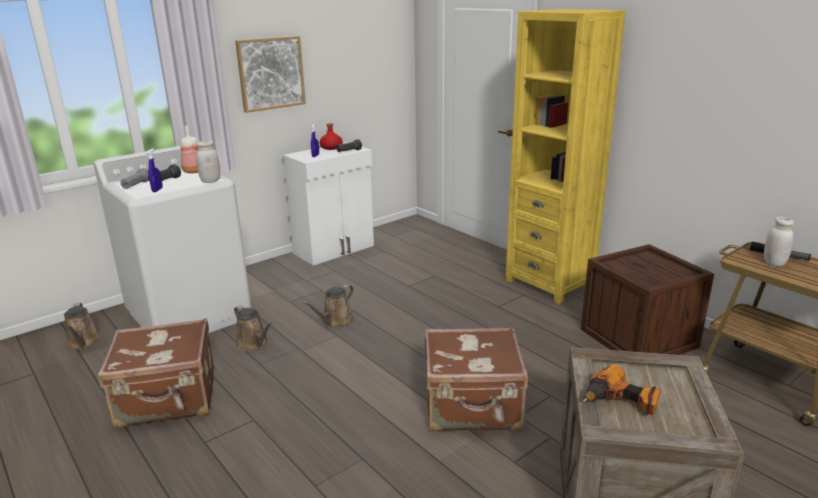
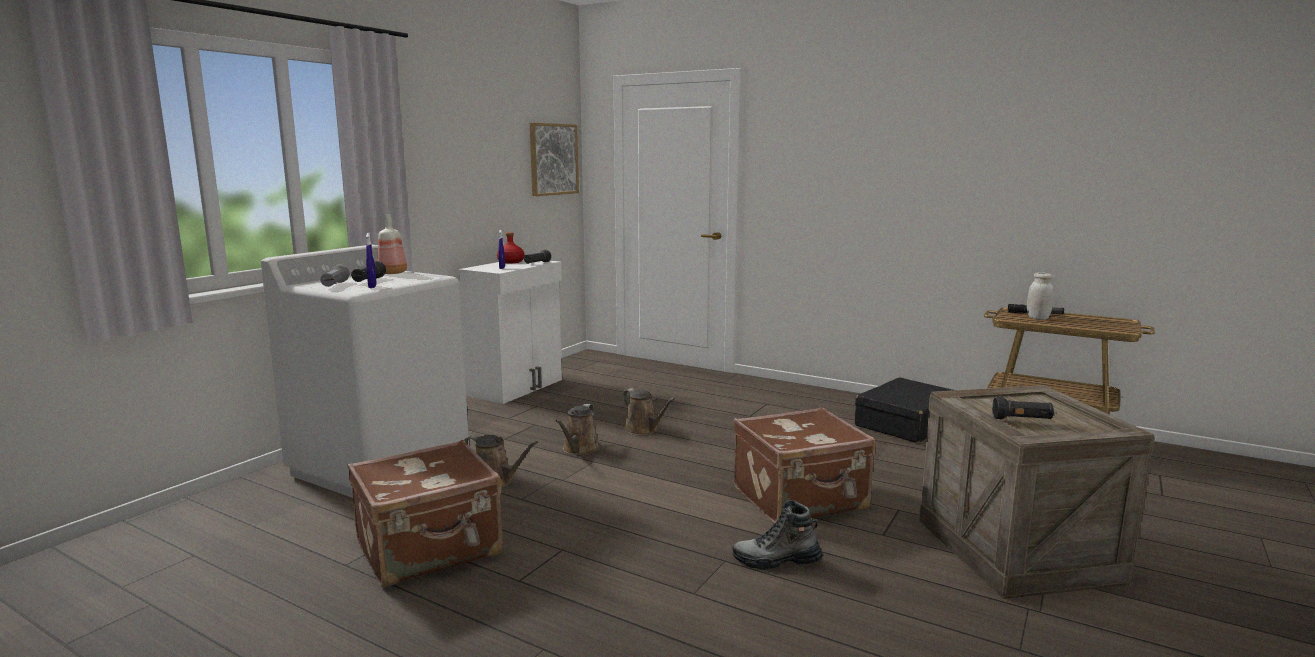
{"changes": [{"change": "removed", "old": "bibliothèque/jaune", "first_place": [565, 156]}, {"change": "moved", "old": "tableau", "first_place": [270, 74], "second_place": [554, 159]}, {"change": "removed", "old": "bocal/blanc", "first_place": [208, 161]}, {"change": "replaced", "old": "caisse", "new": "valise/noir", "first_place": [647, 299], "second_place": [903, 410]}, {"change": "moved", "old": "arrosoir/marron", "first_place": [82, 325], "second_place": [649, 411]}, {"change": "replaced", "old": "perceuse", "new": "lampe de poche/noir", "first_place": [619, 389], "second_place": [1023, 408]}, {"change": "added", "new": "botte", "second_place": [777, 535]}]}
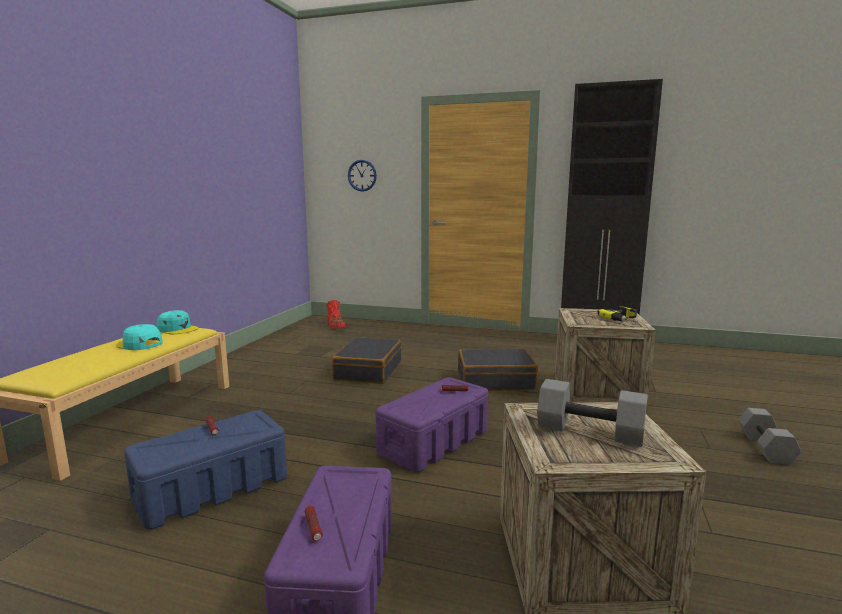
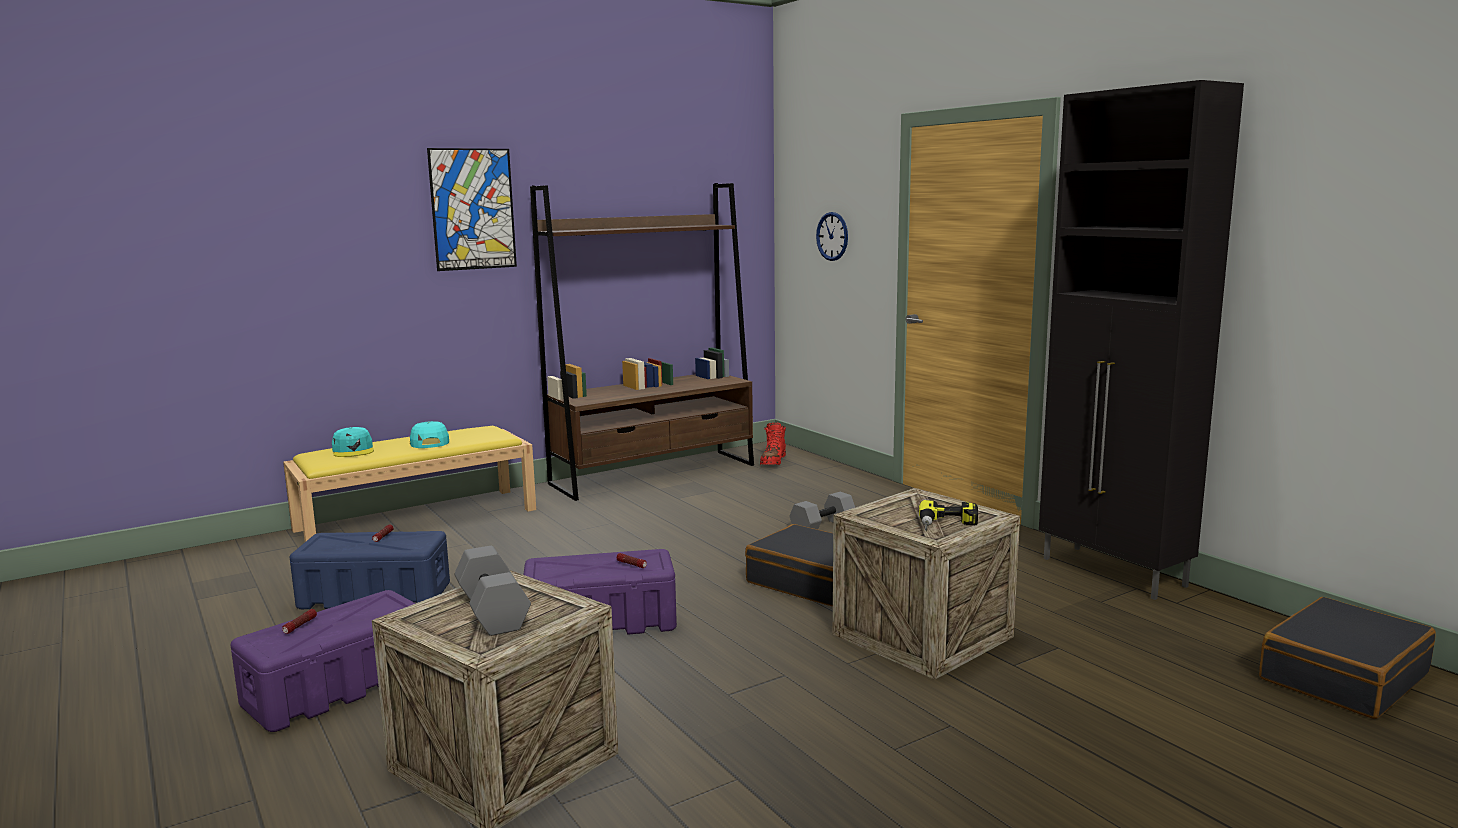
{"changes": [{"change": "moved", "old": "casquette/turquoise", "first_place": [177, 322], "second_place": [353, 442]}, {"change": "moved", "old": "valise/noir", "first_place": [366, 360], "second_place": [1347, 658]}, {"change": "moved", "old": "haltère/gris", "first_place": [769, 436], "second_place": [822, 510]}, {"change": "added", "new": "tableau", "second_place": [472, 209]}, {"change": "added", "new": "bibliothèque/marron", "second_place": [642, 342]}]}
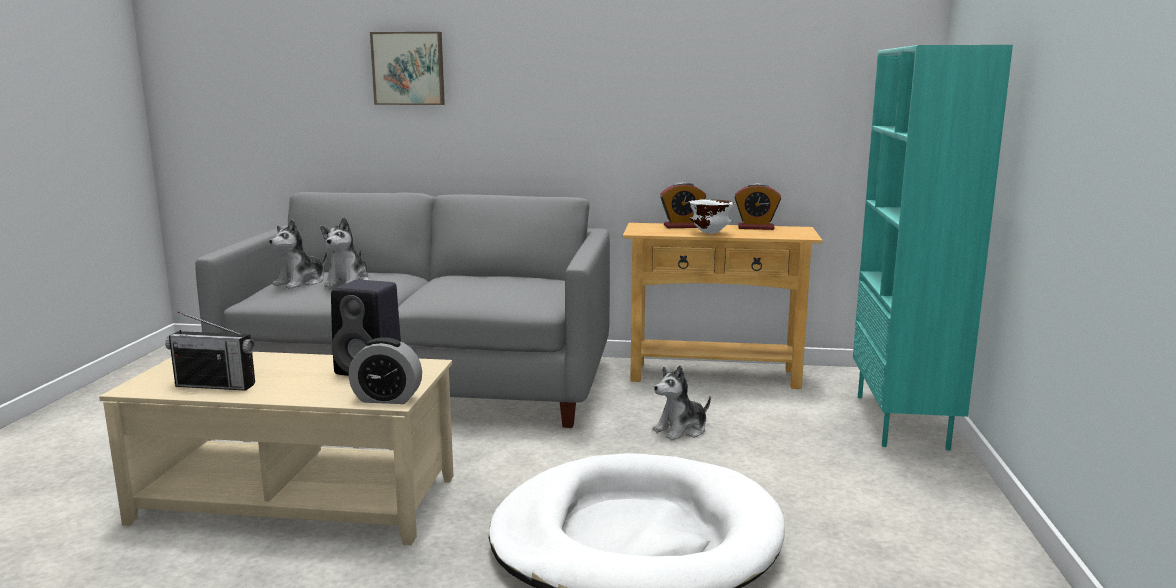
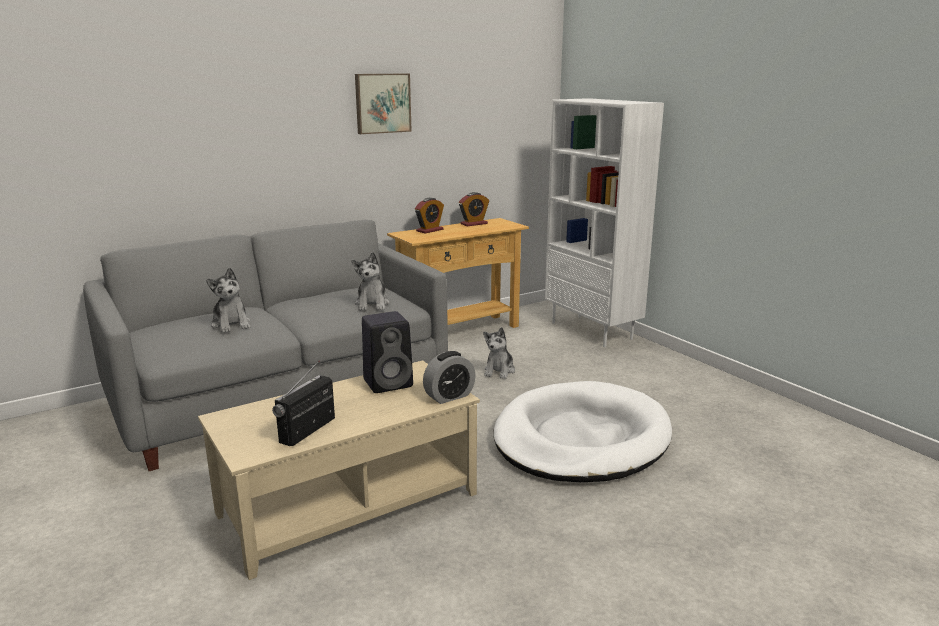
{"changes": [{"change": "moved", "old": "tableau", "first_place": [407, 68], "second_place": [383, 104]}, {"change": "recoloured", "old": "bibliothèque/turquoise", "new": "bibliothèque/blanc", "first_place": [933, 247], "second_place": [604, 222]}, {"change": "removed", "old": "bol/blanc", "first_place": [711, 216]}, {"change": "moved", "old": "peluche", "first_place": [298, 254], "second_place": [371, 281]}, {"change": "turned", "old": "radio", "first_place": [210, 351], "second_place": [303, 403], "degrees": 150}]}
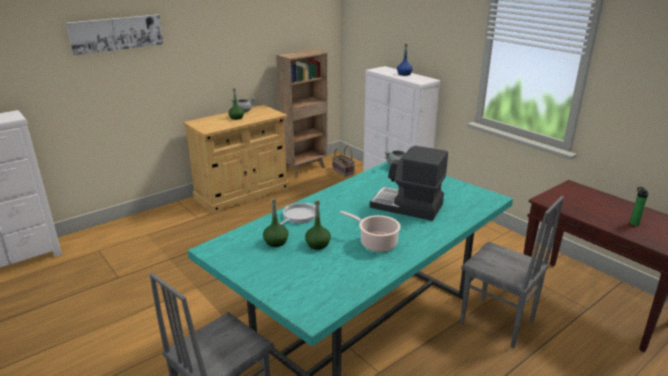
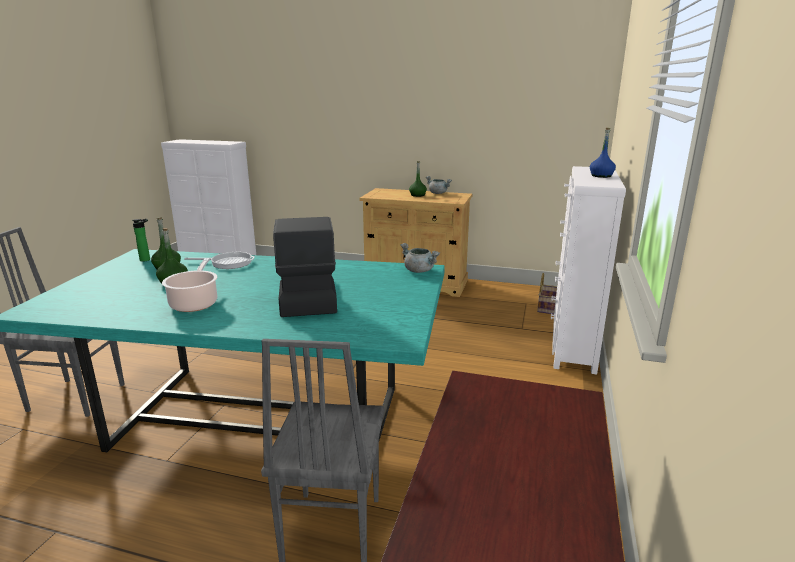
{"changes": [{"change": "removed", "old": "tableau", "first_place": [114, 34]}, {"change": "removed", "old": "bibliothèque/marron", "first_place": [302, 113]}, {"change": "moved", "old": "bouteille", "first_place": [639, 206], "second_place": [141, 240]}]}
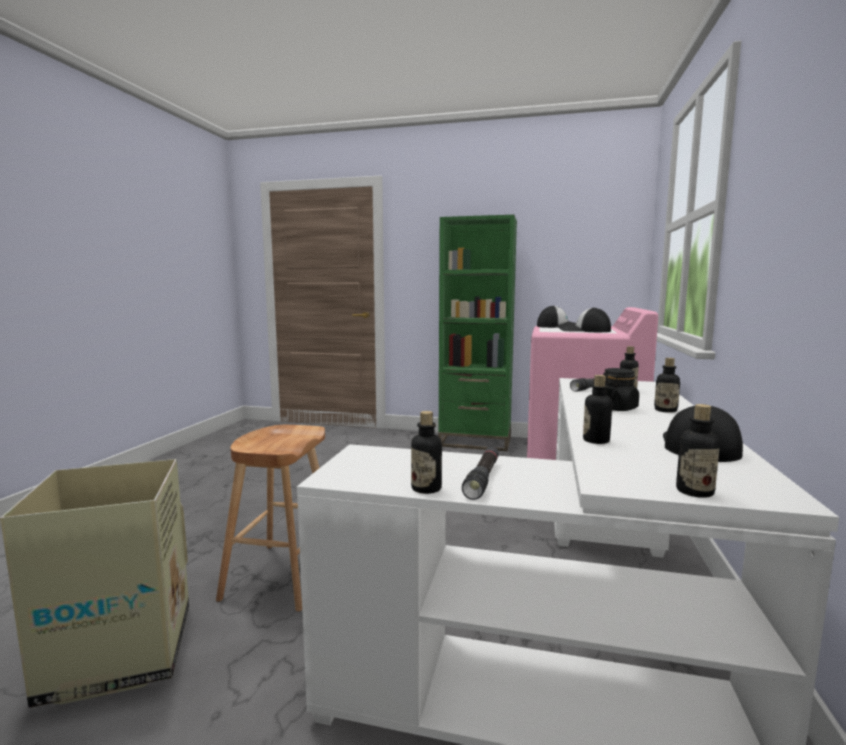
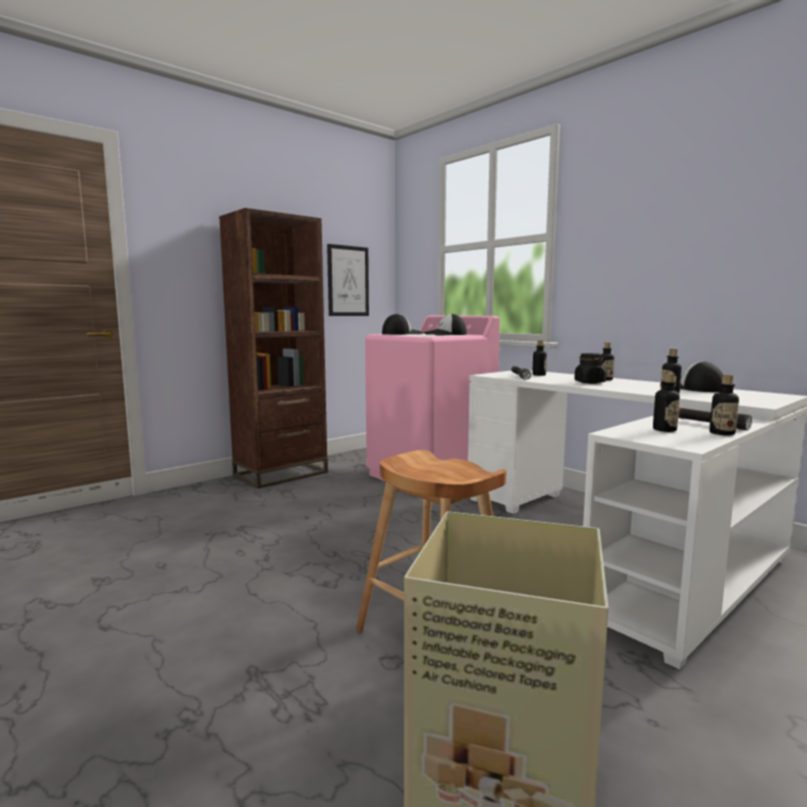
{"changes": [{"change": "recoloured", "old": "bibliothèque/vert", "new": "bibliothèque/marron", "first_place": [477, 333], "second_place": [273, 348]}, {"change": "moved", "old": "bouteille", "first_place": [698, 451], "second_place": [666, 402]}, {"change": "added", "new": "tableau", "second_place": [348, 280]}]}
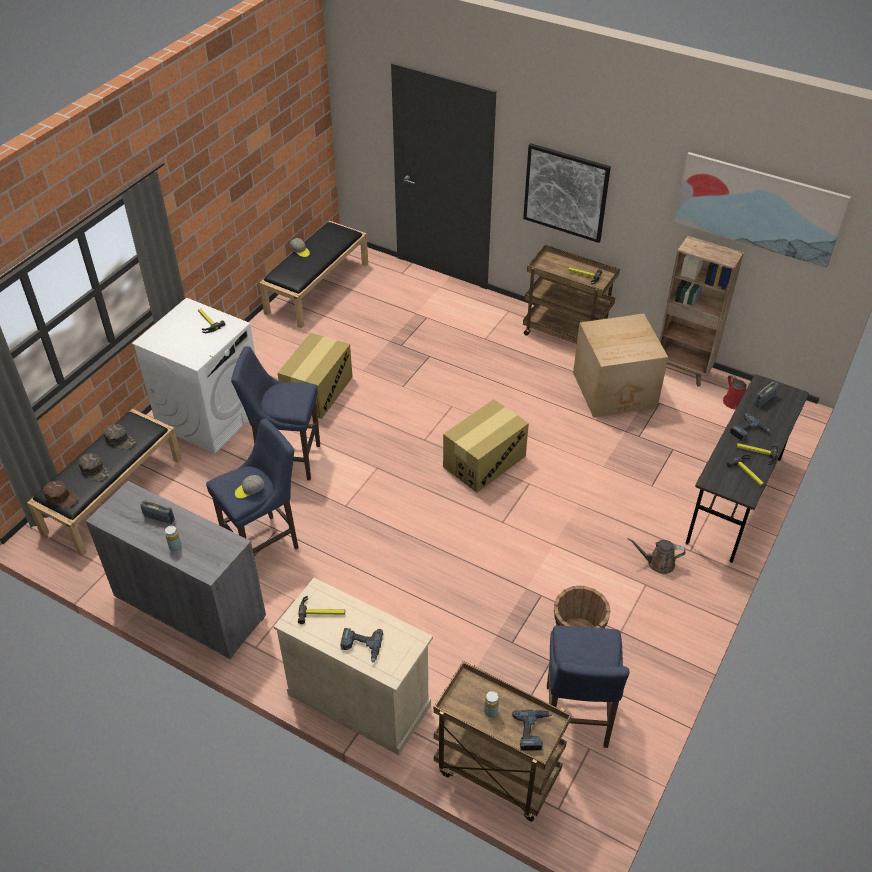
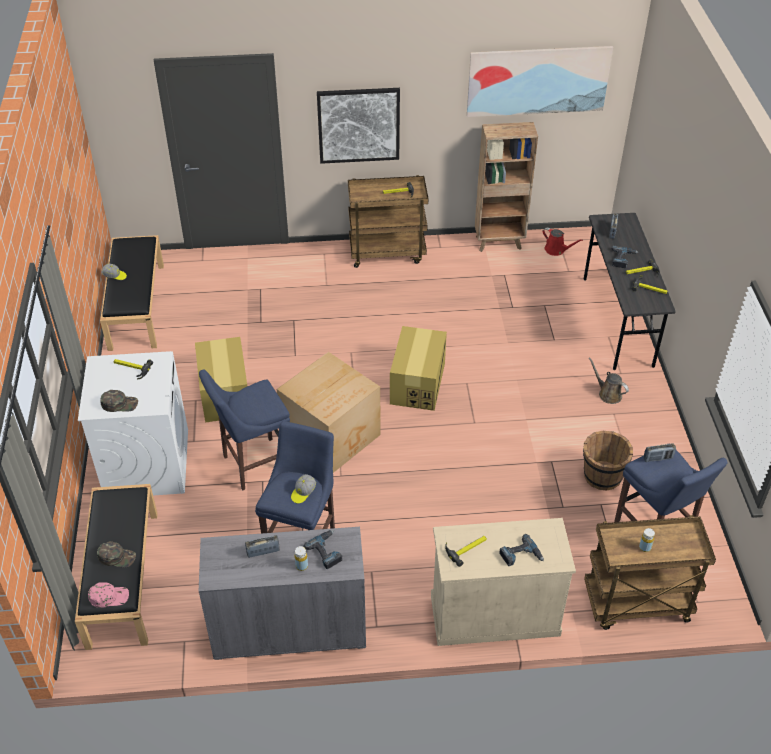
{"changes": [{"change": "moved", "old": "carton", "first_place": [620, 365], "second_place": [329, 412]}, {"change": "moved", "old": "casquette/vert", "first_place": [119, 437], "second_place": [119, 401]}, {"change": "recoloured", "old": "casquette/marron", "new": "casquette/rose", "first_place": [61, 494], "second_place": [108, 595]}, {"change": "turned", "old": "arrosoir/marron", "first_place": [656, 556], "second_place": [609, 380], "degrees": 75}, {"change": "moved", "old": "perceuse", "first_place": [532, 730], "second_place": [323, 549]}, {"change": "added", "new": "radio", "second_place": [660, 452]}]}
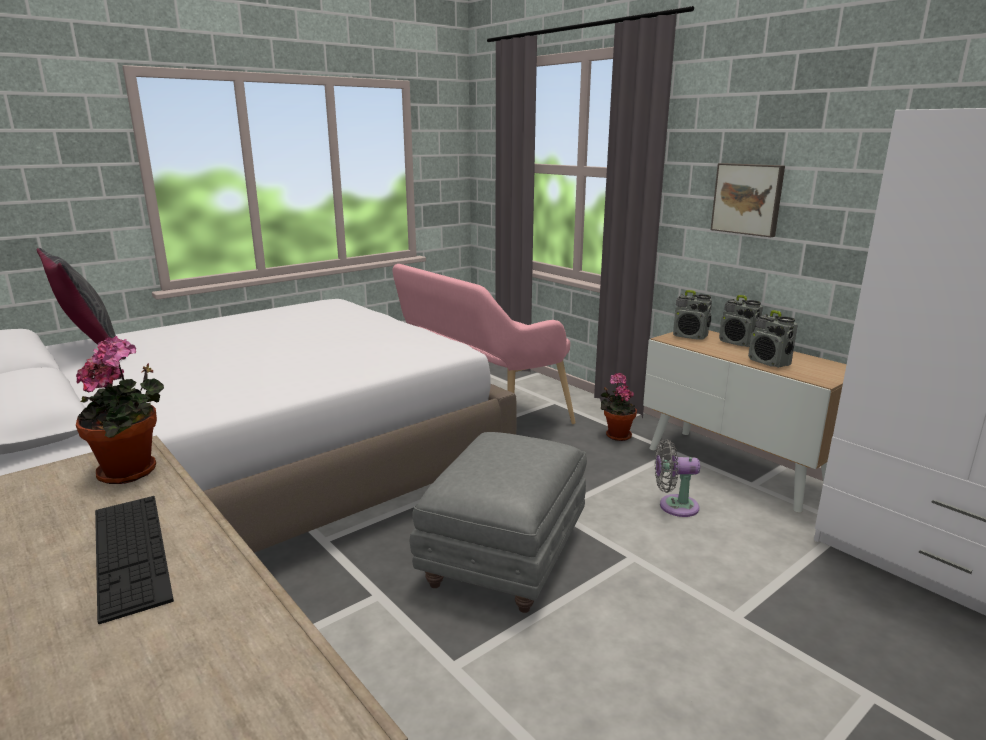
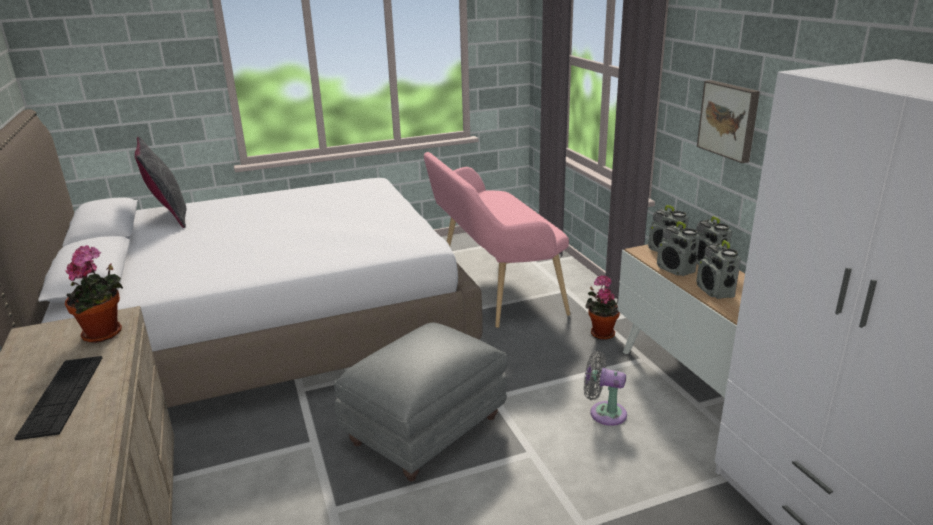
{"changes": [{"change": "added", "new": "radio", "second_place": [678, 248]}]}
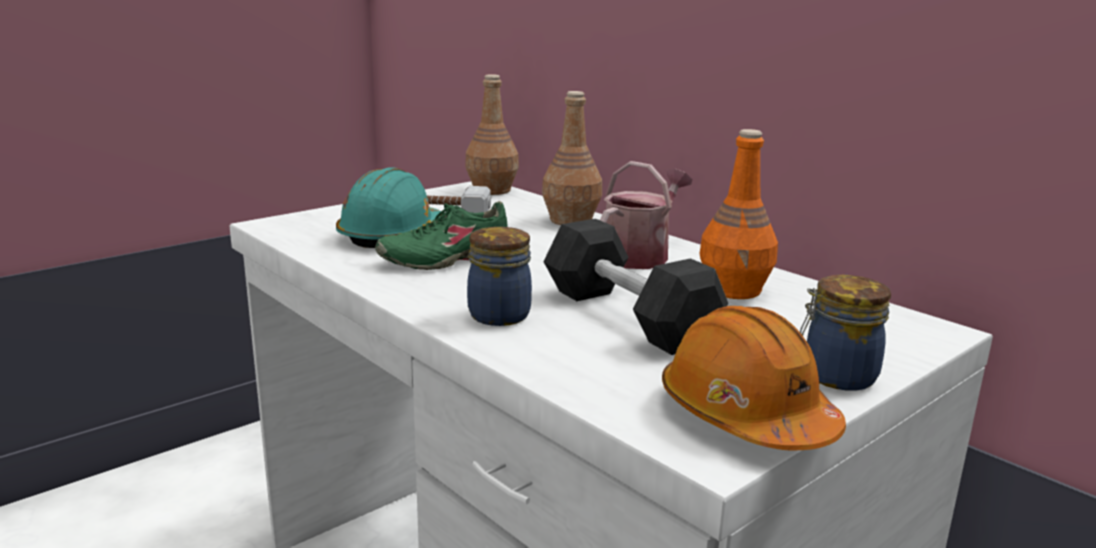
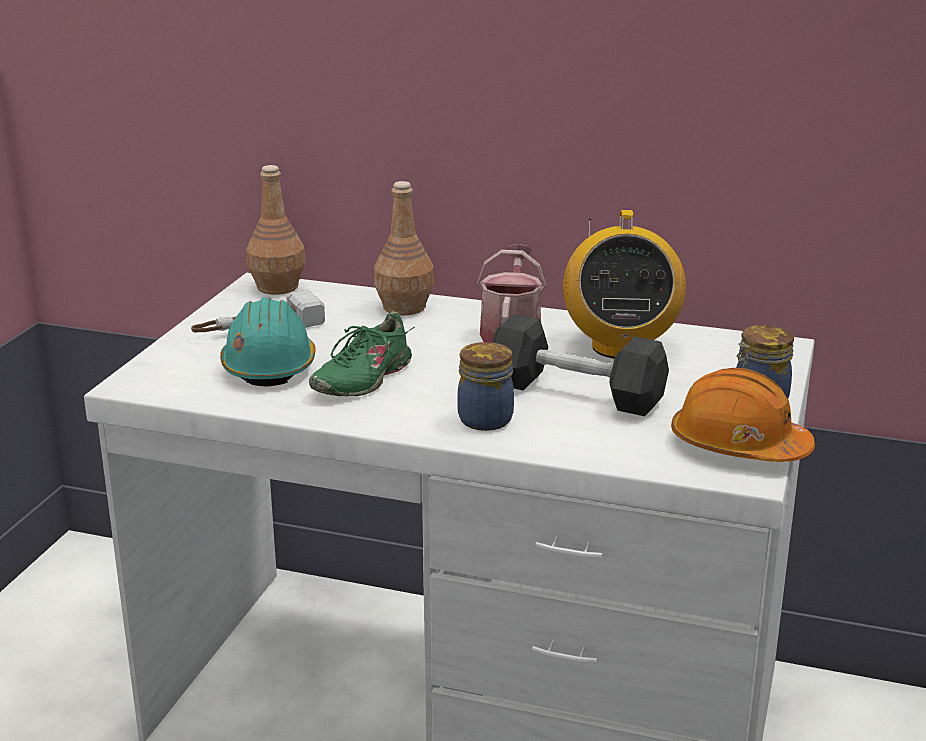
{"changes": [{"change": "replaced", "old": "bouteille/orange", "new": "radio", "first_place": [739, 214], "second_place": [624, 284]}]}
